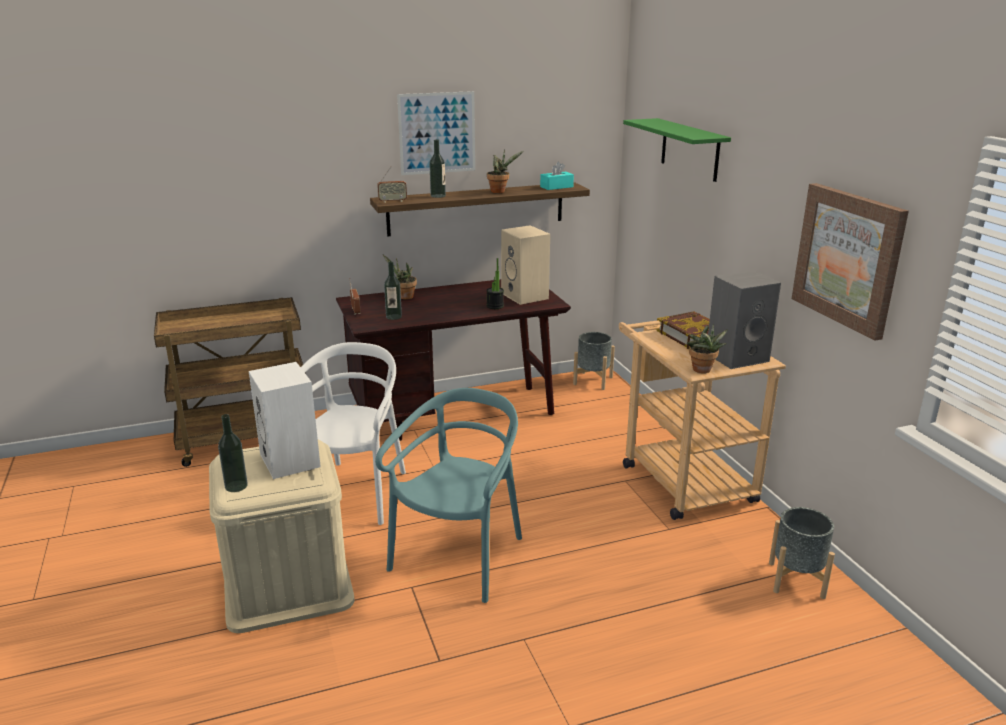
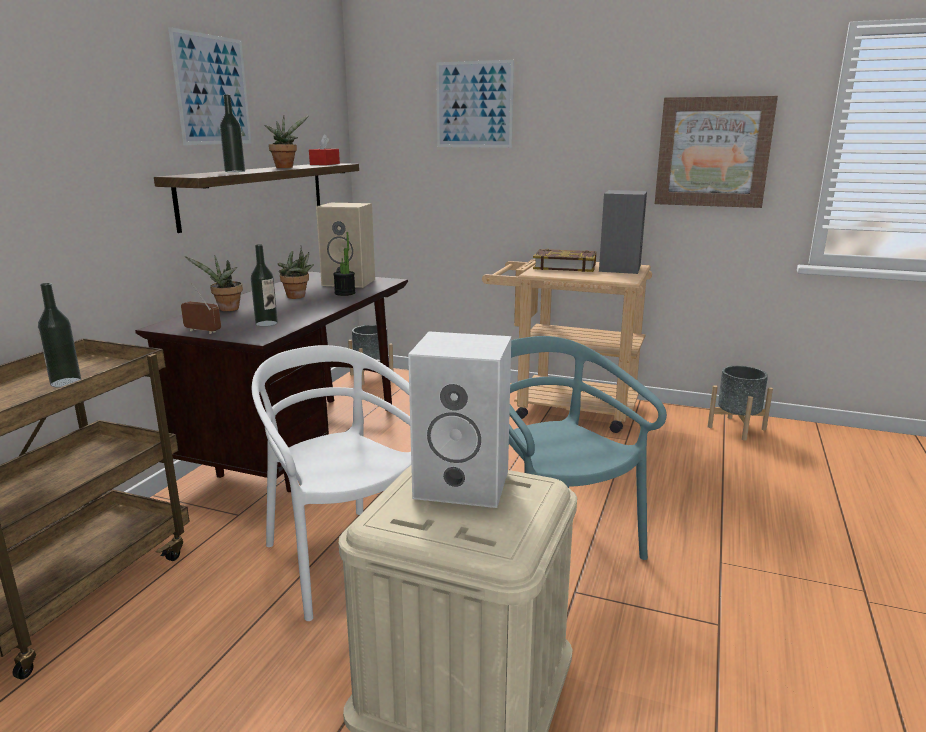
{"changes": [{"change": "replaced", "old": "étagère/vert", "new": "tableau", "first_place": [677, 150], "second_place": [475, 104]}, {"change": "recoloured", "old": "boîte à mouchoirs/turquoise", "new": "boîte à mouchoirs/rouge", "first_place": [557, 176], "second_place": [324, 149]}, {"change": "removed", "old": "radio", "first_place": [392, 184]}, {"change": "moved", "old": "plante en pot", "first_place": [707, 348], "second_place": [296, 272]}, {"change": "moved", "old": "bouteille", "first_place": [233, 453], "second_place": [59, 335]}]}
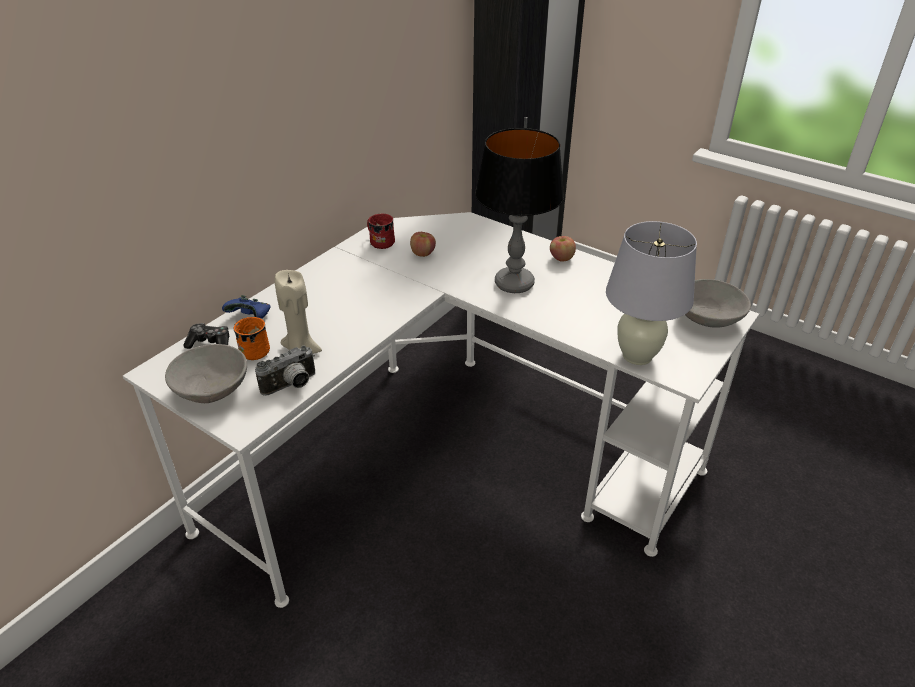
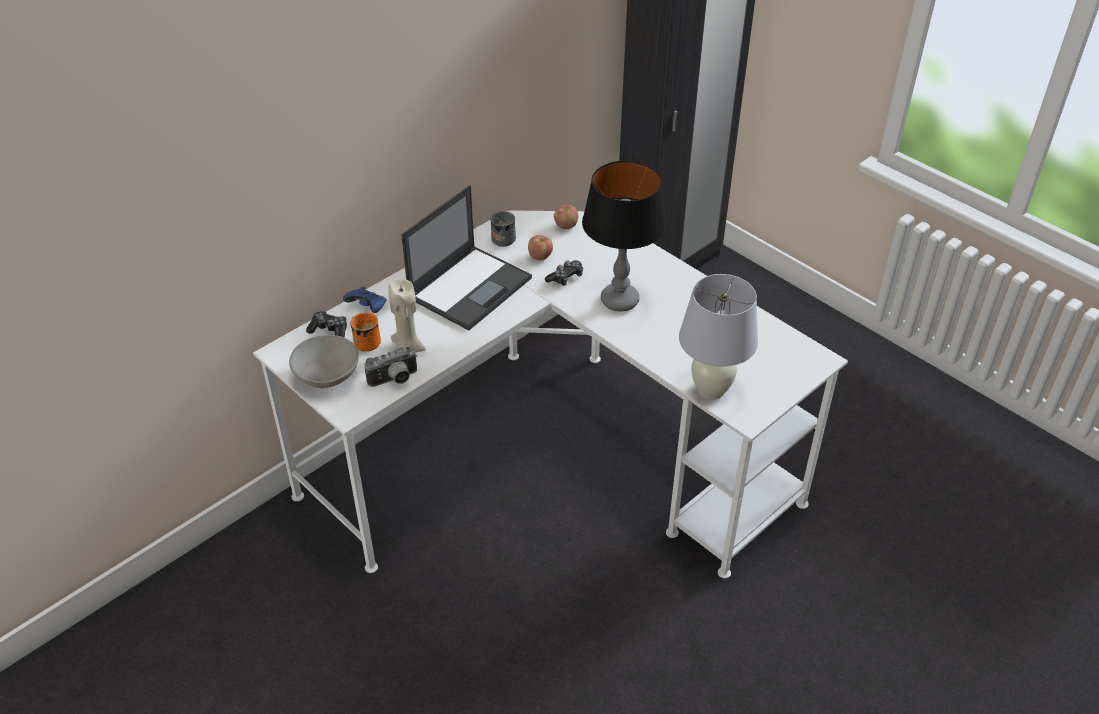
{"changes": [{"change": "recoloured", "old": "mug/rouge", "new": "mug/gris", "first_place": [381, 231], "second_place": [503, 229]}, {"change": "moved", "old": "pomme", "first_place": [563, 249], "second_place": [566, 217]}, {"change": "removed", "old": "bol/gris", "first_place": [718, 303]}, {"change": "added", "new": "ordinateur portable", "second_place": [466, 257]}, {"change": "added", "new": "manette", "second_place": [564, 273]}]}
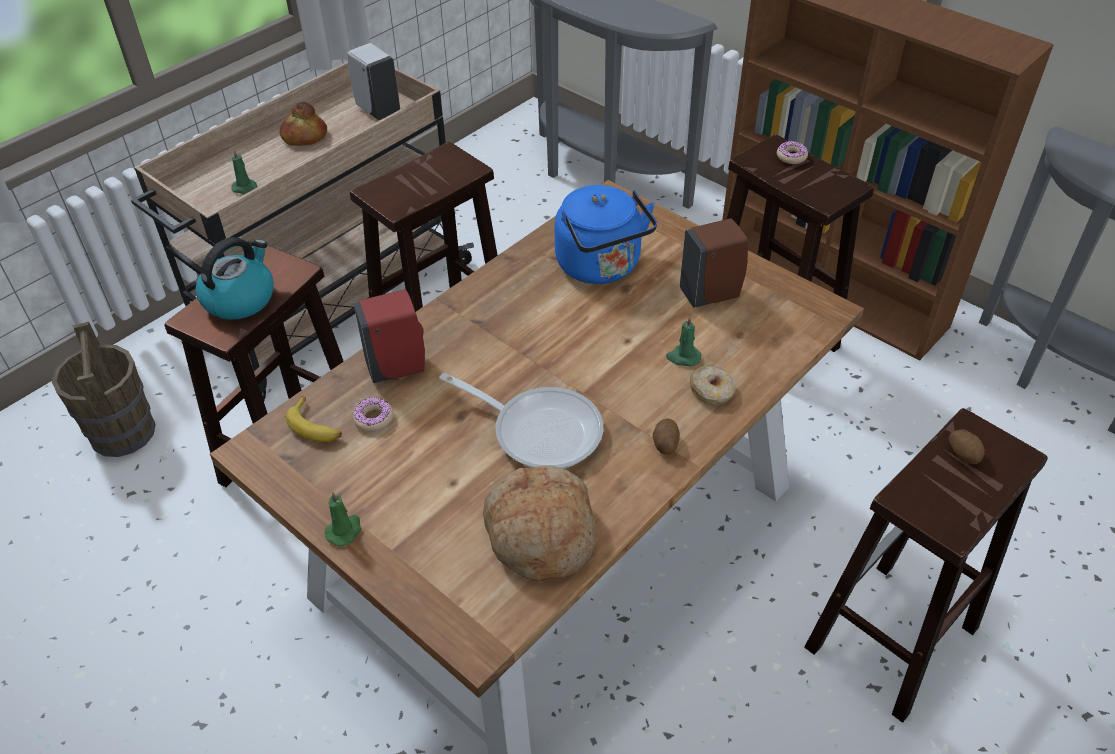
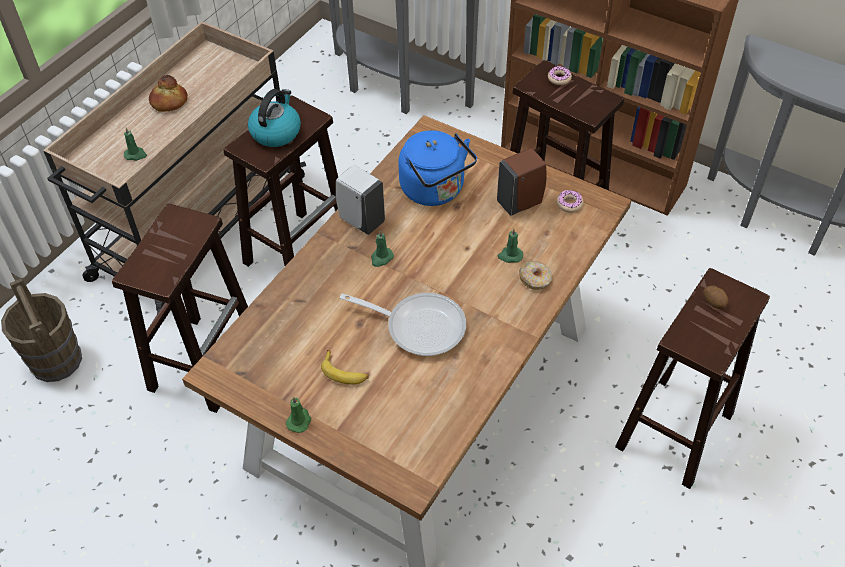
{"changes": [{"change": "moved", "old": "distributeur de savon/blanc", "first_place": [373, 81], "second_place": [360, 200]}, {"change": "moved", "old": "bouilloire", "first_place": [235, 278], "second_place": [274, 118]}, {"change": "removed", "old": "distributeur de savon/rouge", "first_place": [389, 336]}, {"change": "moved", "old": "banane", "first_place": [314, 419], "second_place": [345, 367]}, {"change": "moved", "old": "beignet", "first_place": [373, 414], "second_place": [570, 201]}, {"change": "removed", "old": "pomme de terre", "first_place": [666, 437]}, {"change": "removed", "old": "pain", "first_place": [539, 523]}, {"change": "added", "new": "bougie/vert", "second_place": [382, 248]}]}
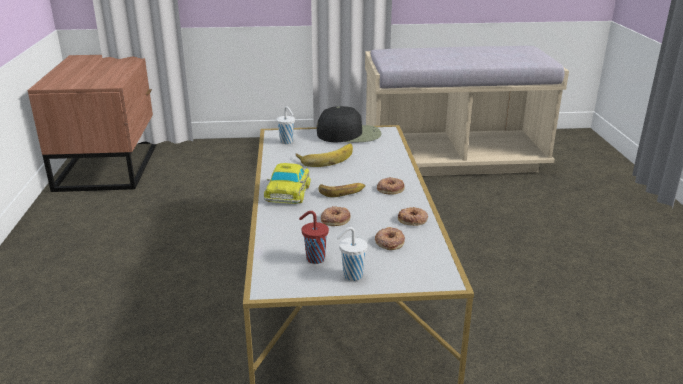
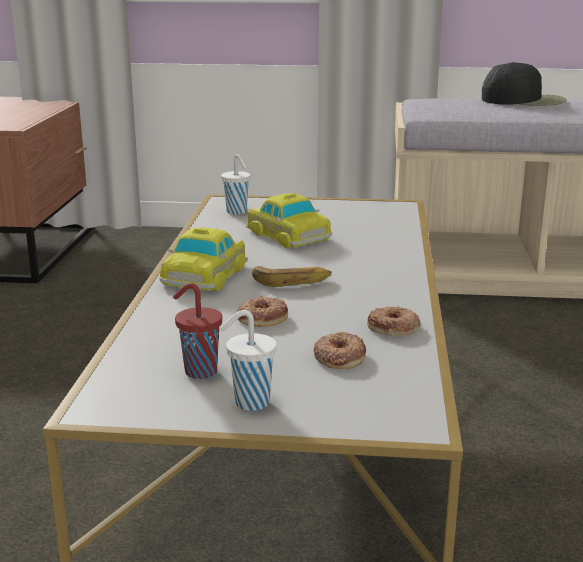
{"changes": [{"change": "moved", "old": "casquette/noir", "first_place": [349, 124], "second_place": [524, 84]}, {"change": "replaced", "old": "banane", "new": "petite voiture", "first_place": [324, 155], "second_place": [289, 220]}, {"change": "removed", "old": "beignet", "first_place": [391, 186]}]}
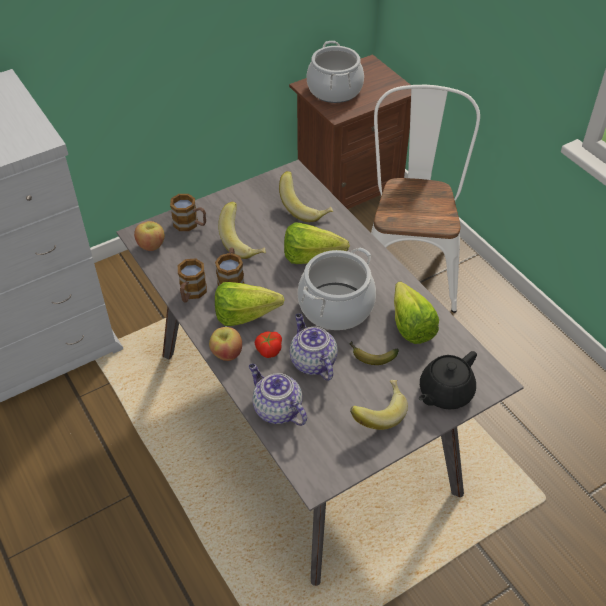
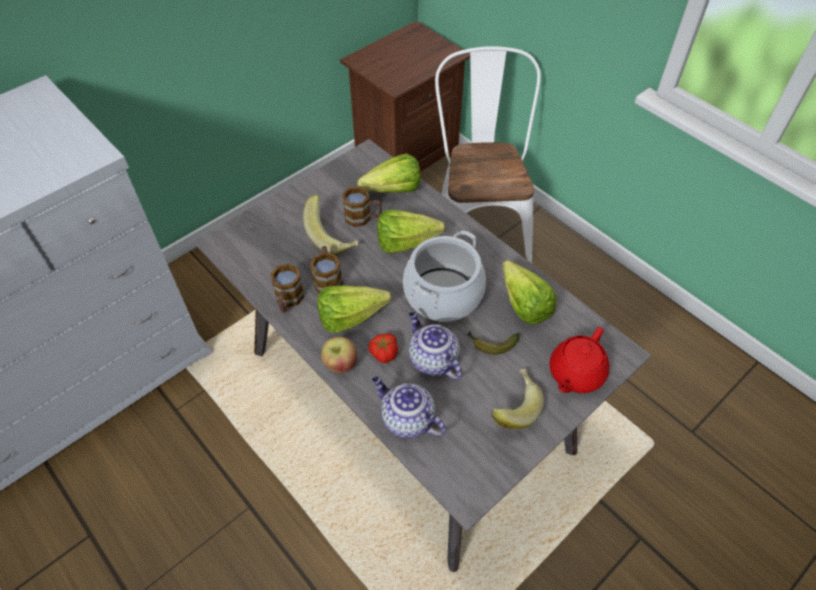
{"changes": [{"change": "removed", "old": "marmite", "first_place": [335, 72]}, {"change": "replaced", "old": "banane", "new": "laitue", "first_place": [306, 196], "second_place": [389, 173]}, {"change": "moved", "old": "mug", "first_place": [188, 212], "second_place": [362, 206]}, {"change": "removed", "old": "pomme", "first_place": [149, 236]}, {"change": "recoloured", "old": "théière/noir", "new": "théière/rouge", "first_place": [448, 380], "second_place": [579, 360]}]}
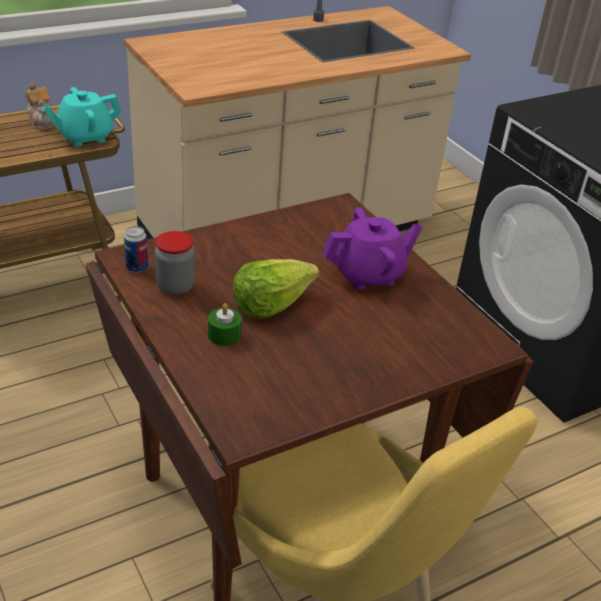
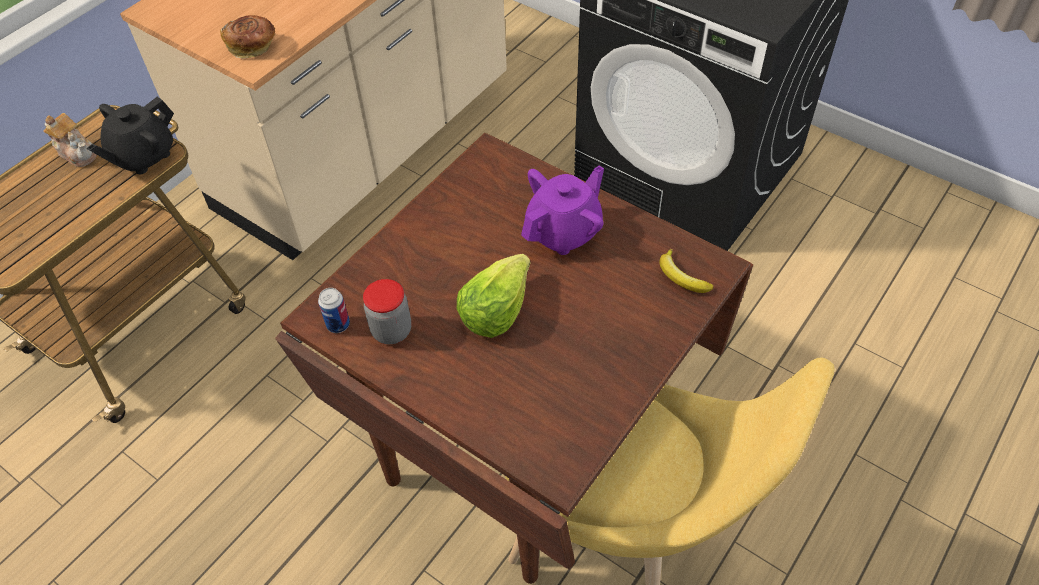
{"changes": [{"change": "recoloured", "old": "théière/turquoise", "new": "théière/noir", "first_place": [82, 117], "second_place": [130, 135]}, {"change": "removed", "old": "bougie/vert", "first_place": [225, 324]}, {"change": "added", "new": "pain", "second_place": [247, 36]}, {"change": "added", "new": "banane", "second_place": [686, 271]}]}
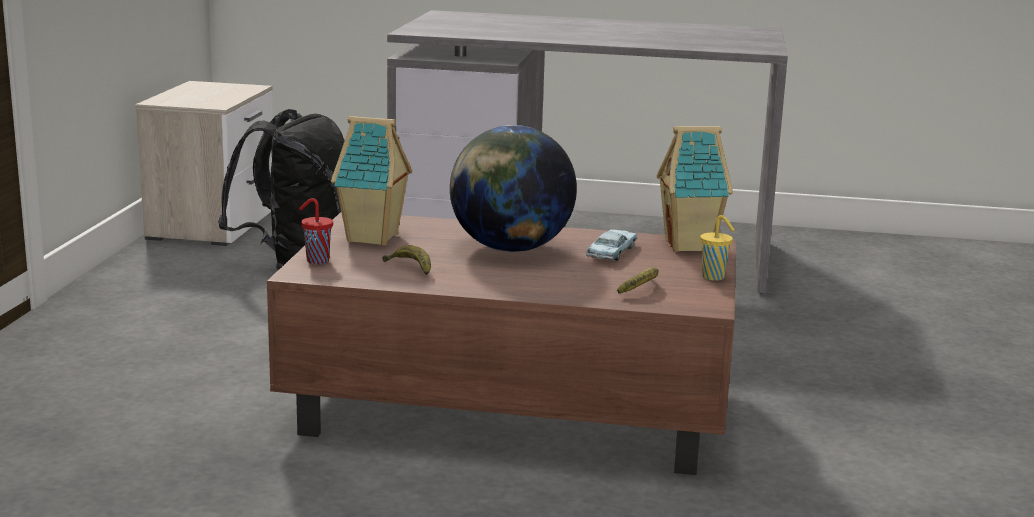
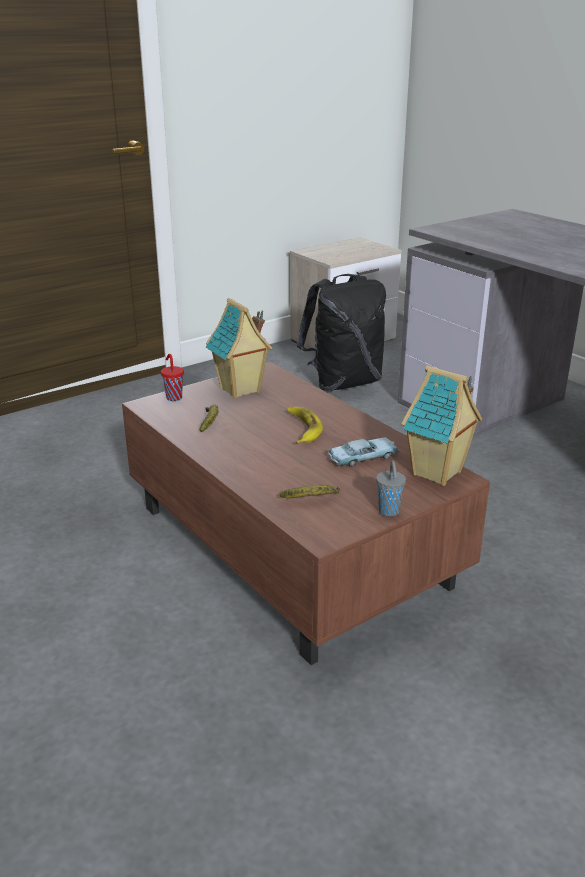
{"changes": [{"change": "replaced", "old": "globe", "new": "banane", "first_place": [513, 188], "second_place": [305, 425]}, {"change": "recoloured", "old": "tasse/jaune", "new": "tasse/gris", "first_place": [717, 248], "second_place": [391, 488]}]}
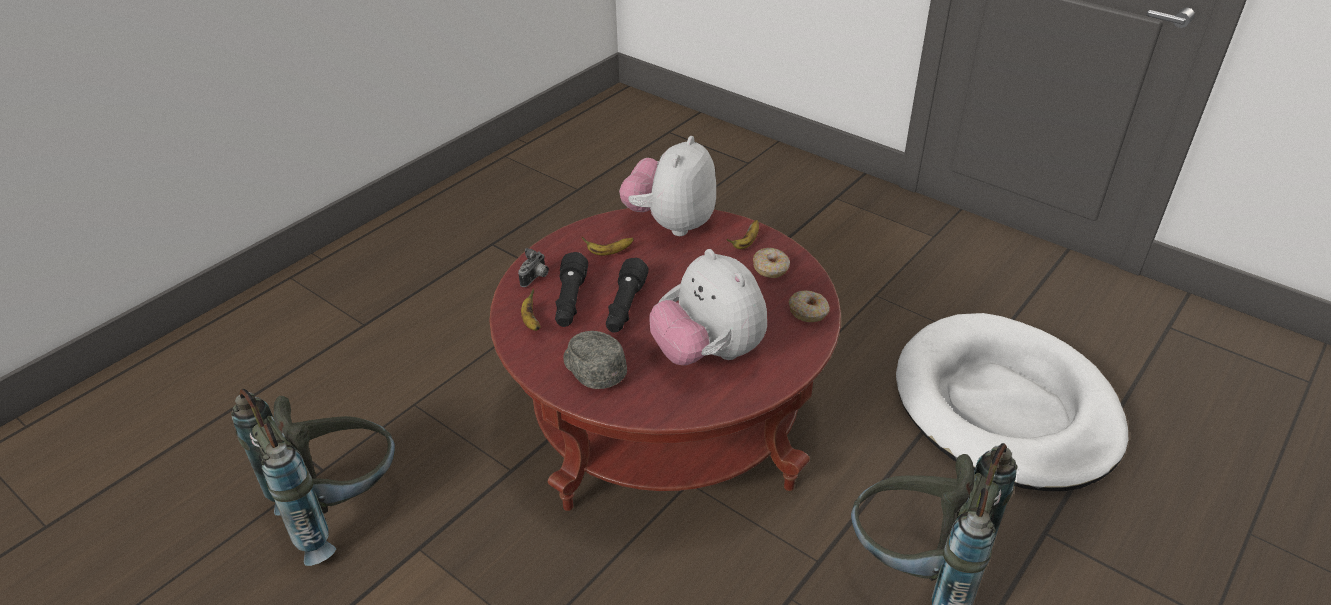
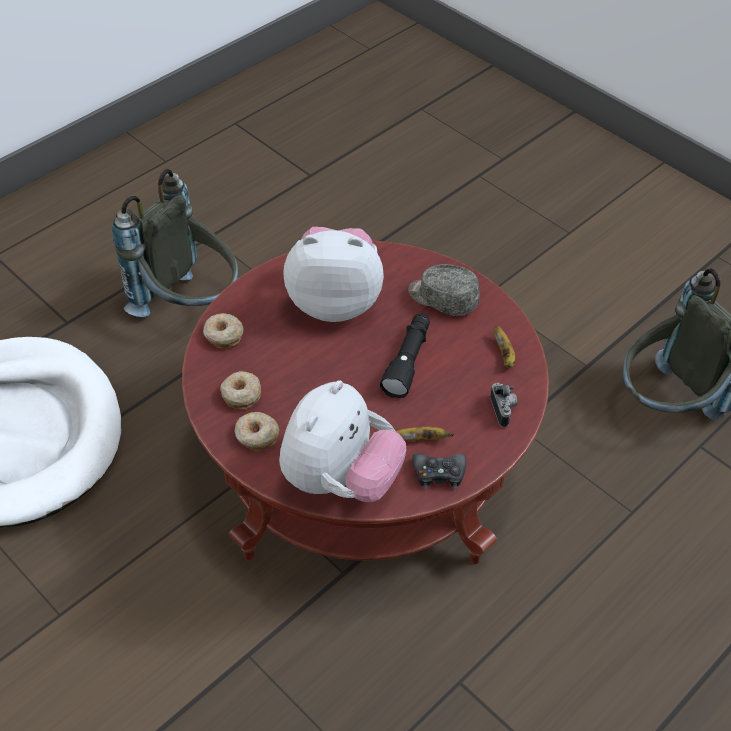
{"changes": [{"change": "replaced", "old": "banane", "new": "beignet", "first_place": [742, 234], "second_place": [256, 431]}, {"change": "turned", "old": "appareil photo", "first_place": [533, 267], "second_place": [503, 405], "degrees": 135}, {"change": "turned", "old": "peluche", "first_place": [708, 307], "second_place": [333, 274], "degrees": -60}, {"change": "removed", "old": "lampe de poche/noir", "first_place": [571, 289]}, {"change": "turned", "old": "casquette/gris", "first_place": [595, 360], "second_place": [444, 290], "degrees": 150}, {"change": "added", "new": "manette/noir", "second_place": [439, 471]}]}
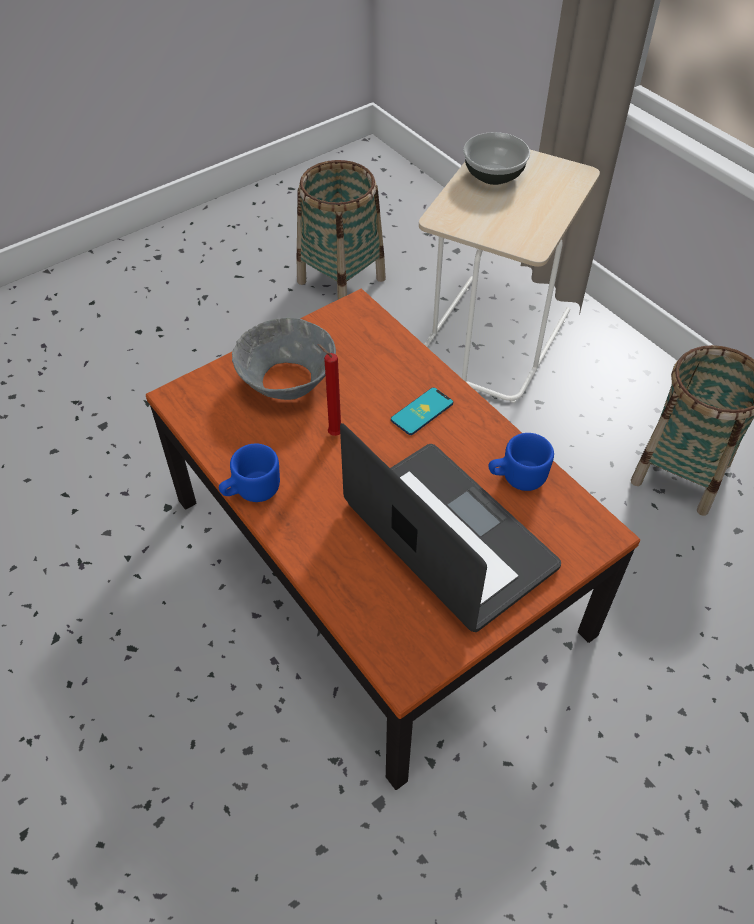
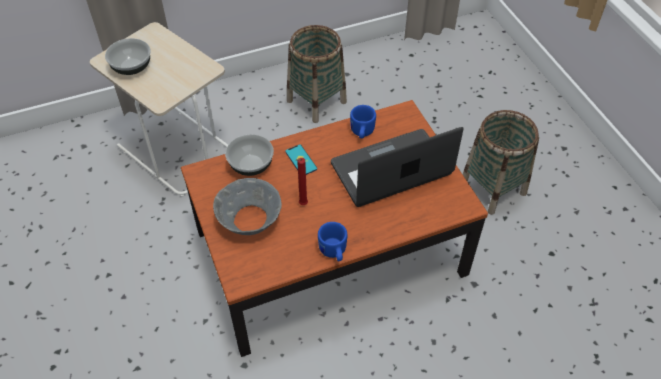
{"changes": [{"change": "moved", "old": "panier", "first_place": [341, 229], "second_place": [500, 162]}, {"change": "added", "new": "bol", "second_place": [249, 155]}]}
